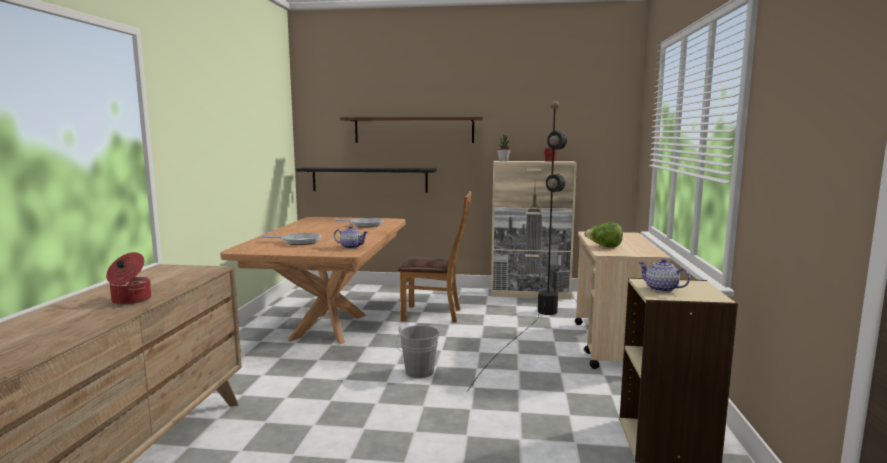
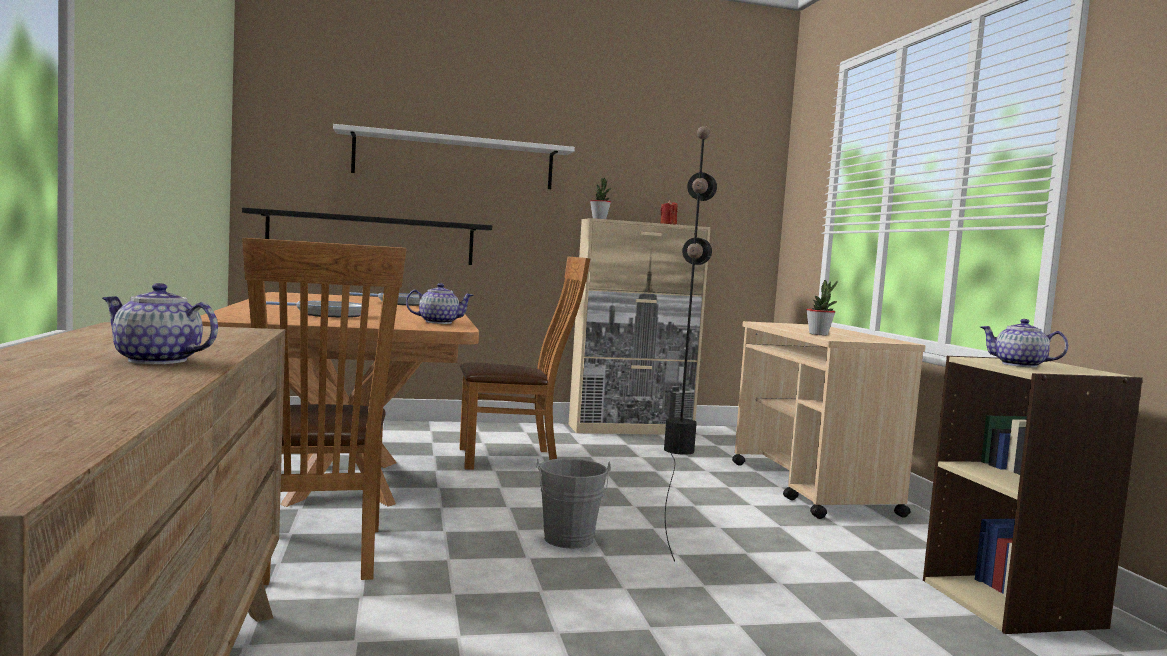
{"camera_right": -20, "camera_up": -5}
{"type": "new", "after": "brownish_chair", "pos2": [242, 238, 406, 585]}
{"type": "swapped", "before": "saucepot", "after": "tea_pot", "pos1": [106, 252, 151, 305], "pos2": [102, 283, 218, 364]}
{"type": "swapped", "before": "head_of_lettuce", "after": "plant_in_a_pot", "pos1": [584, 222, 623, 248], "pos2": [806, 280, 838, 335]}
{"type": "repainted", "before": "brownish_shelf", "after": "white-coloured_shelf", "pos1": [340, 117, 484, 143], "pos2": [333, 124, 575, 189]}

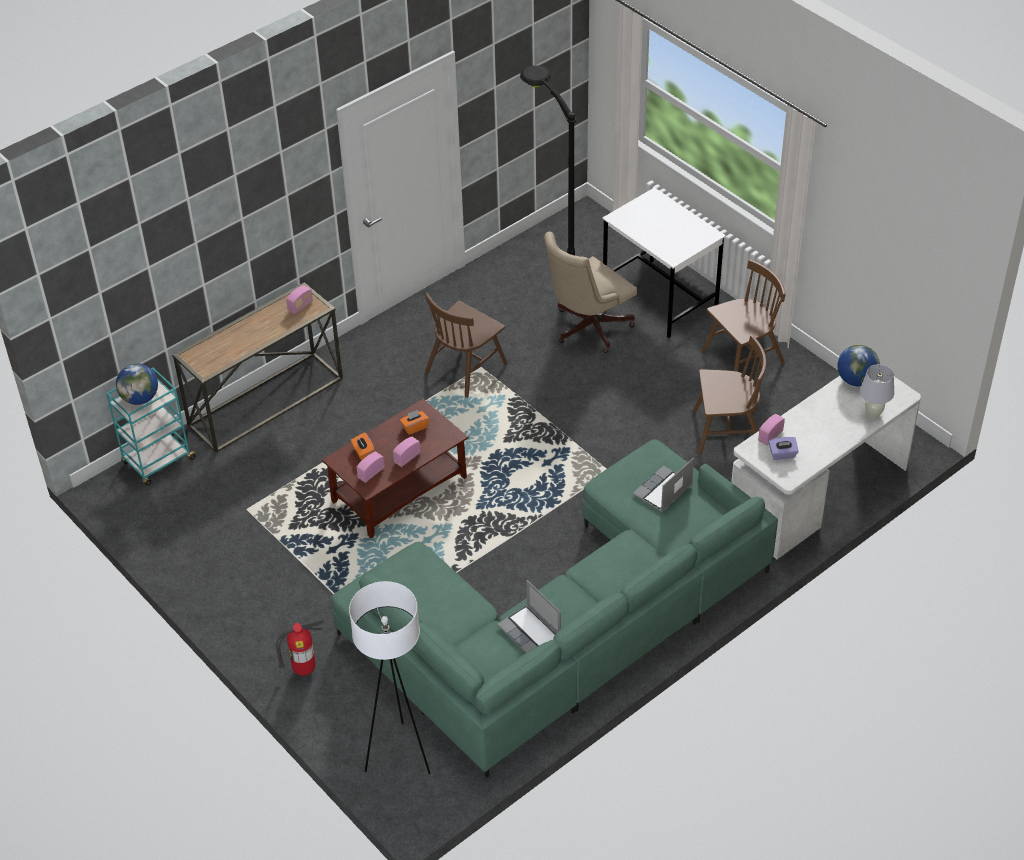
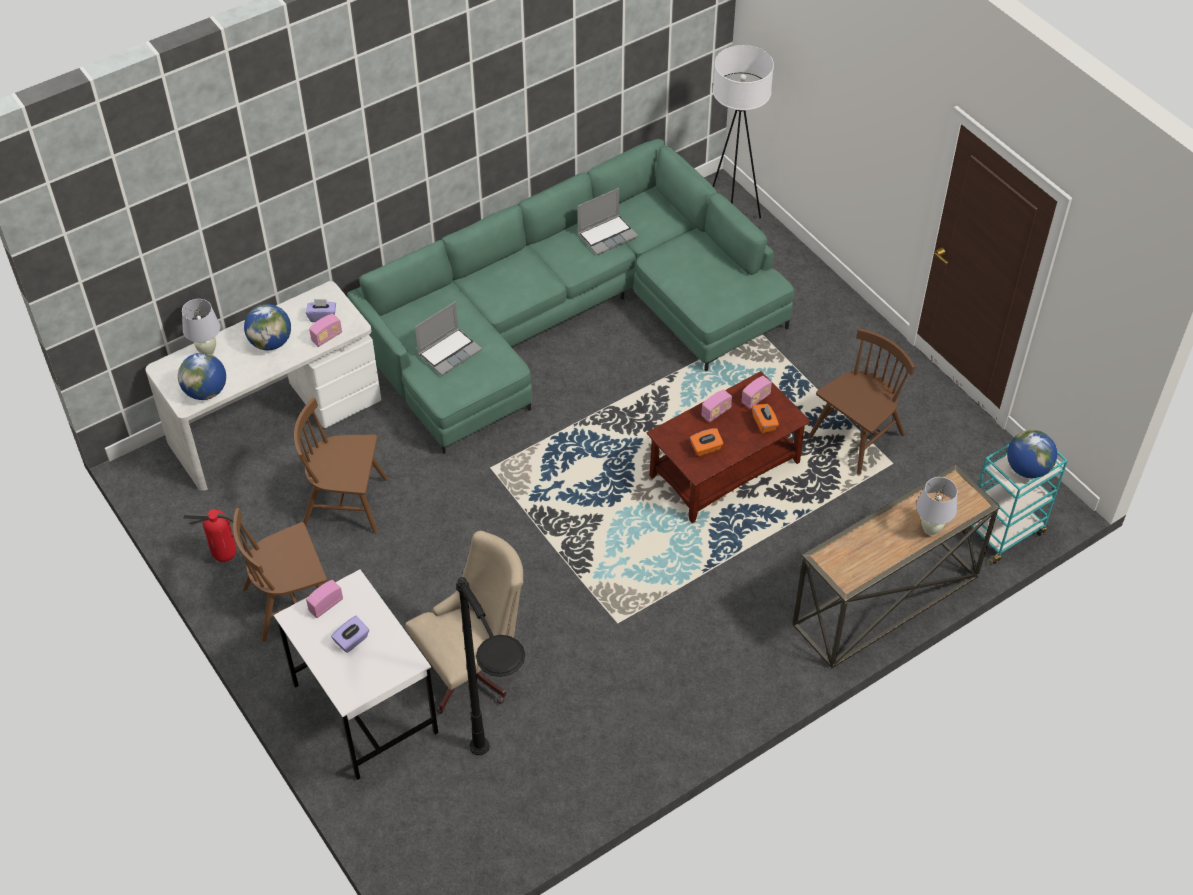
{"camera_right": -175, "camera_up": 5}
{"type": "new", "after": "globe", "pos2": [244, 304, 291, 350]}
{"type": "new", "after": "purple_tissue_holder", "pos2": [331, 616, 370, 653]}
{"type": "new", "after": "white-coloured_tabletop_lamp", "pos2": [916, 477, 957, 536]}
{"type": "shifted", "before": "fire-fighting_cylinder", "pos1": [276, 619, 325, 676], "pos2": [183, 509, 249, 562]}
{"type": "shifted", "before": "radio", "pos1": [286, 285, 313, 314], "pos2": [306, 580, 343, 618]}
{"type": "shifted", "before": "brownish_chair", "pos1": [425, 293, 508, 398], "pos2": [808, 328, 915, 475]}
{"type": "rotated", "before": "laptop", "pos1": [497, 580, 561, 653], "pos2": [577, 188, 638, 255], "turn": 90}

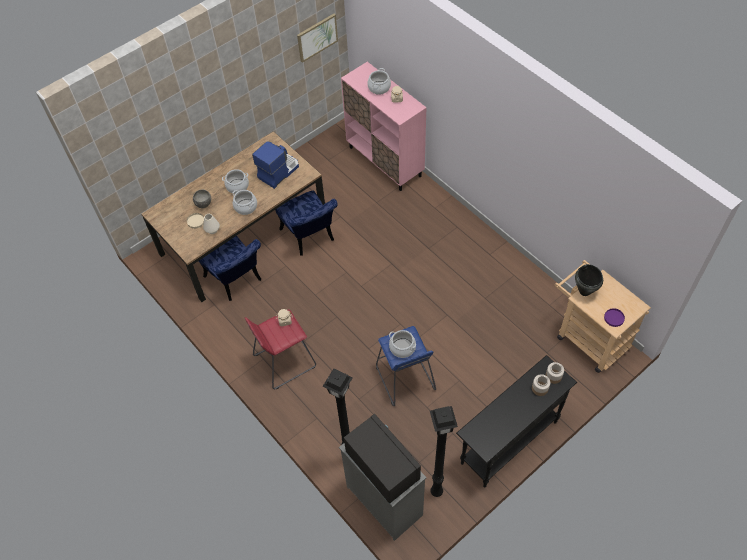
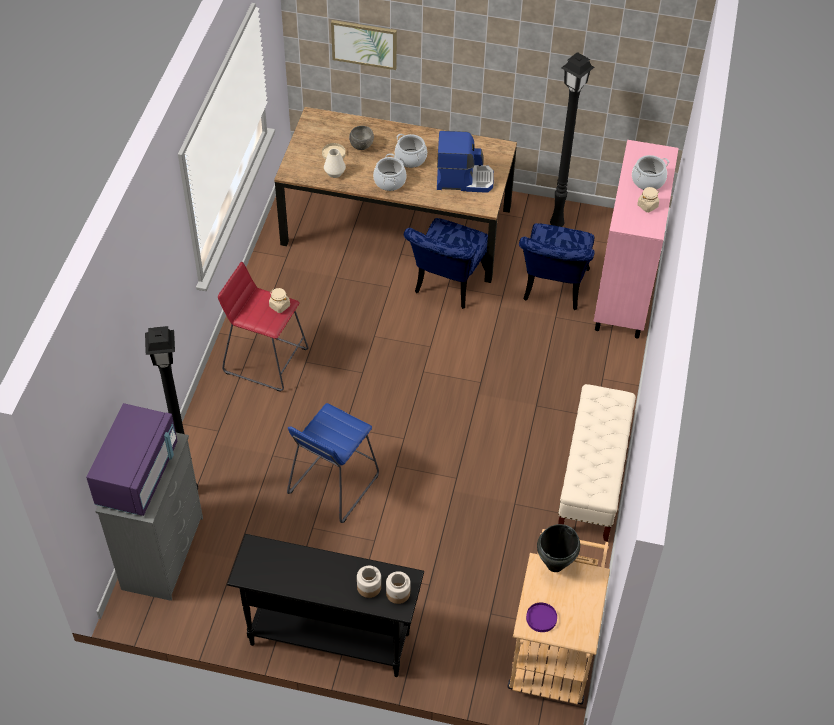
{"camera_right": 50, "camera_up": -5}
{"type": "gone", "before": "saucepot", "pos1": [389, 330, 416, 358]}
{"type": "new", "after": "sand-coloured_indoor_bench", "pos2": [558, 384, 636, 542]}
{"type": "shifted", "before": "blue_chair", "pos1": [198, 236, 261, 301], "pos2": [519, 223, 595, 310]}
{"type": "shifted", "before": "picture", "pos1": [297, 14, 338, 63], "pos2": [331, 20, 397, 70]}
{"type": "shifted", "before": "blackish_floor_lamp", "pos1": [430, 406, 458, 497], "pos2": [550, 52, 595, 227]}
{"type": "repainted", "before": "blackish_microwave", "after": "purple_microwave", "pos1": [344, 414, 421, 504], "pos2": [86, 403, 178, 516]}

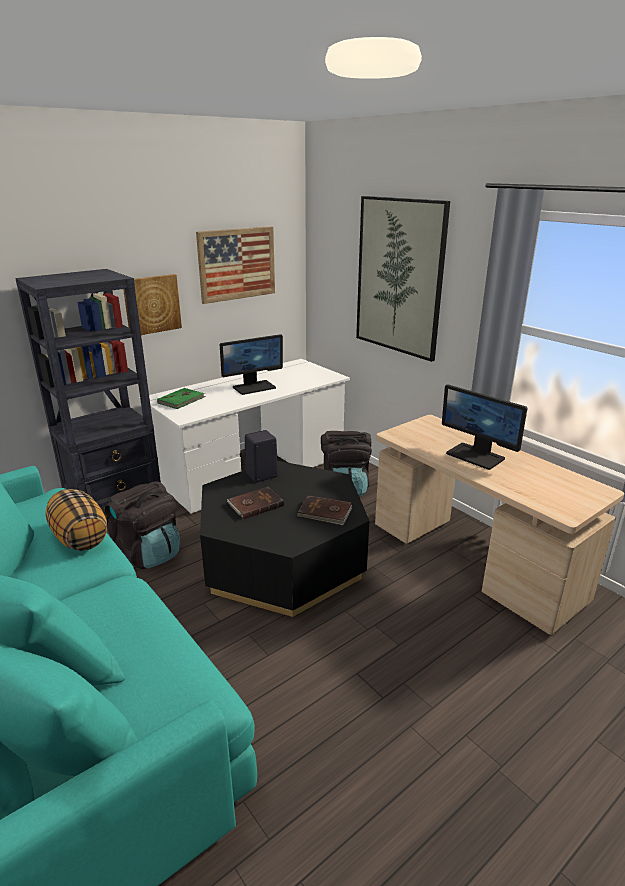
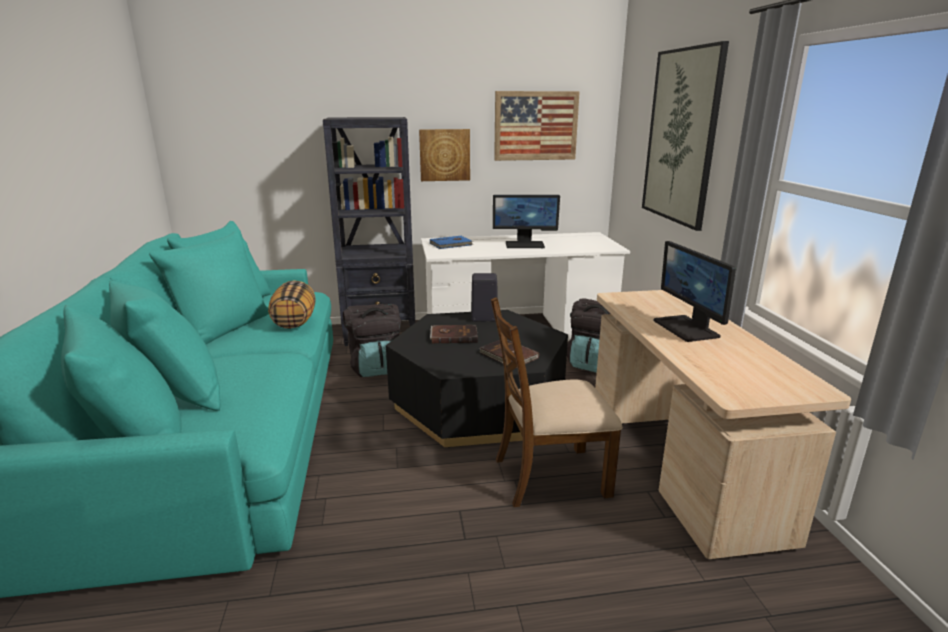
{"camera_right": 30, "camera_up": -5}
{"type": "new", "after": "brownish_chair", "pos2": [491, 297, 623, 507]}
{"type": "repainted", "before": "green_bound_book", "after": "blue_bound_book", "pos1": [157, 388, 206, 409], "pos2": [430, 236, 474, 249]}

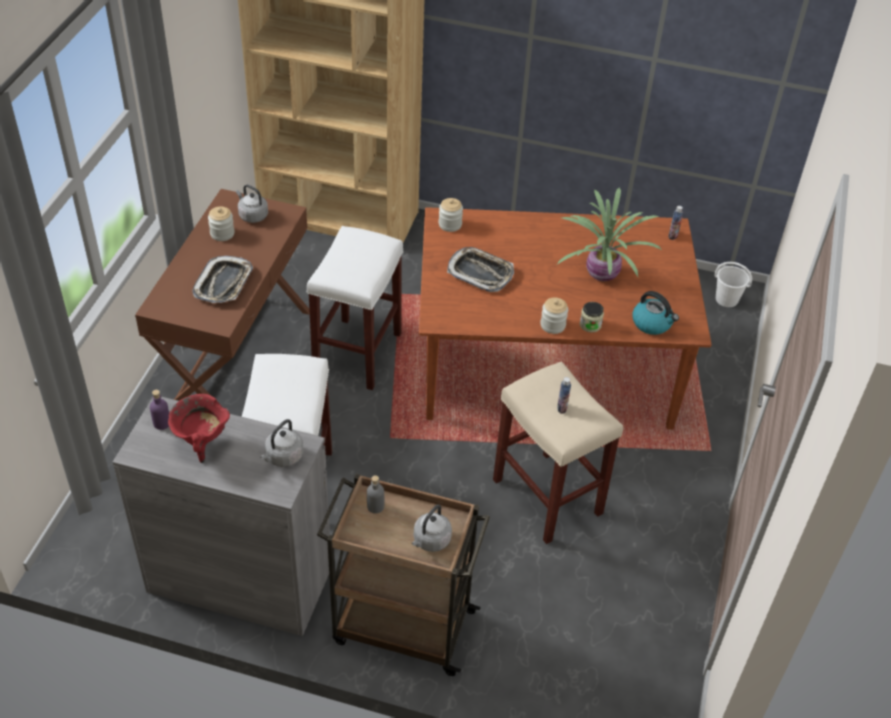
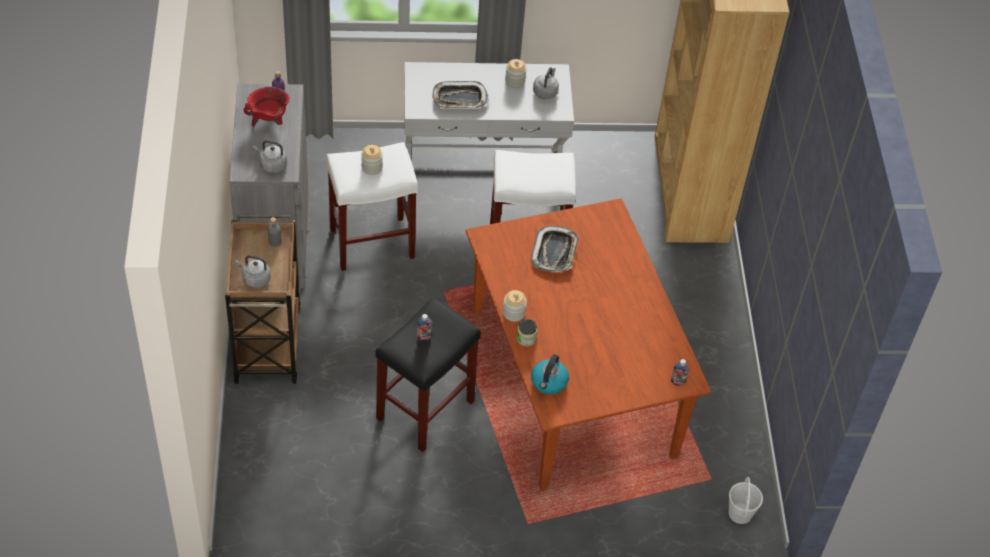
{"camera_right": 70, "camera_up": 5}
{"type": "gone", "before": "plant_in_a_pot", "pos1": [557, 188, 662, 281]}
{"type": "shifted", "before": "preserve_jar", "pos1": [439, 198, 463, 232], "pos2": [361, 145, 383, 175]}
{"type": "repainted", "before": "brownish_console_table", "after": "white-coloured_console_table", "pos1": [135, 189, 310, 401], "pos2": [404, 62, 574, 202]}
{"type": "repainted", "before": "sand-coloured_stool", "after": "blackish_stool", "pos1": [493, 361, 623, 544], "pos2": [375, 297, 481, 452]}

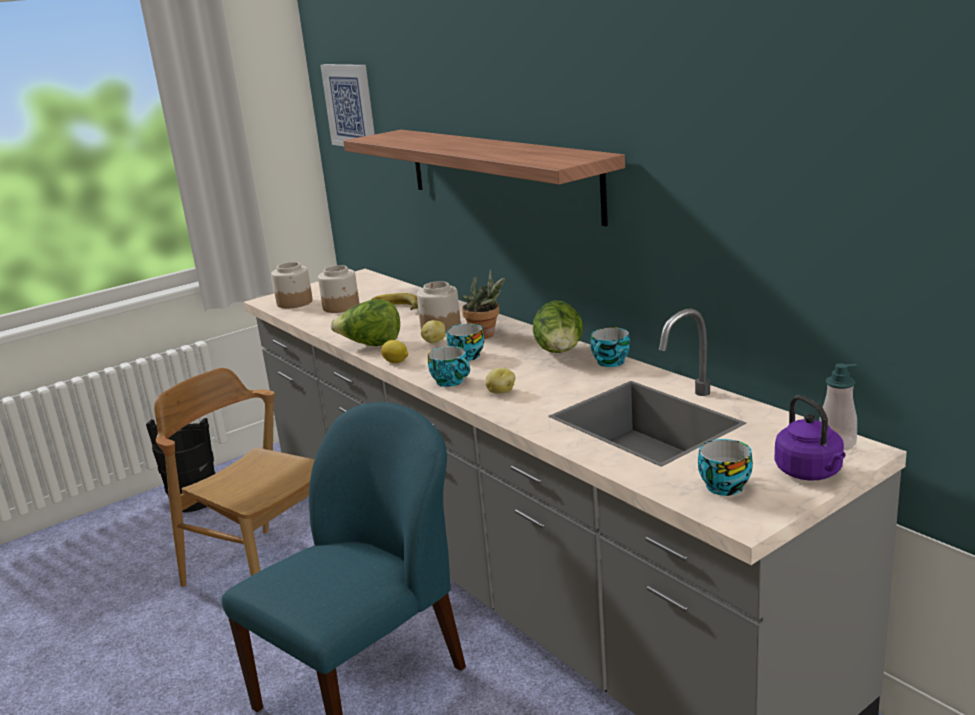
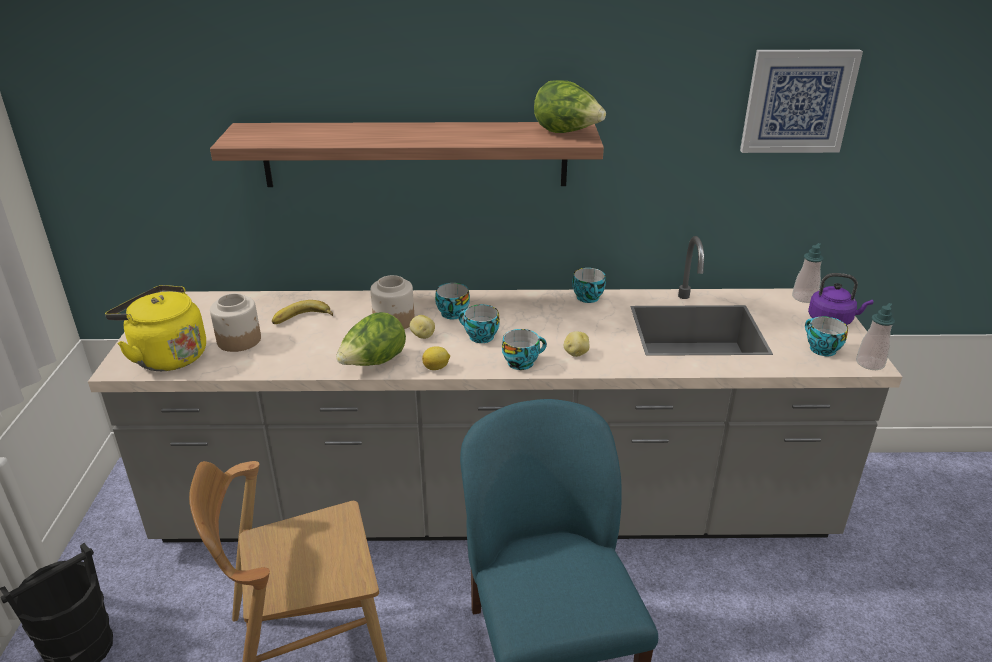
{"camera_right": -55, "camera_up": 10}
{"type": "new", "after": "soap_dispenser", "pos2": [856, 303, 895, 370]}
{"type": "shifted", "before": "picture", "pos1": [320, 64, 375, 146], "pos2": [740, 50, 863, 153]}
{"type": "shifted", "before": "head_of_lettuce", "pos1": [533, 301, 583, 353], "pos2": [534, 80, 606, 133]}
{"type": "swapped", "before": "preserve_jar", "after": "yellow_water_kettle", "pos1": [271, 262, 313, 308], "pos2": [105, 285, 206, 371]}
{"type": "swapped", "before": "plant_in_a_pot", "after": "drinking_cup", "pos1": [462, 269, 505, 339], "pos2": [435, 283, 470, 319]}

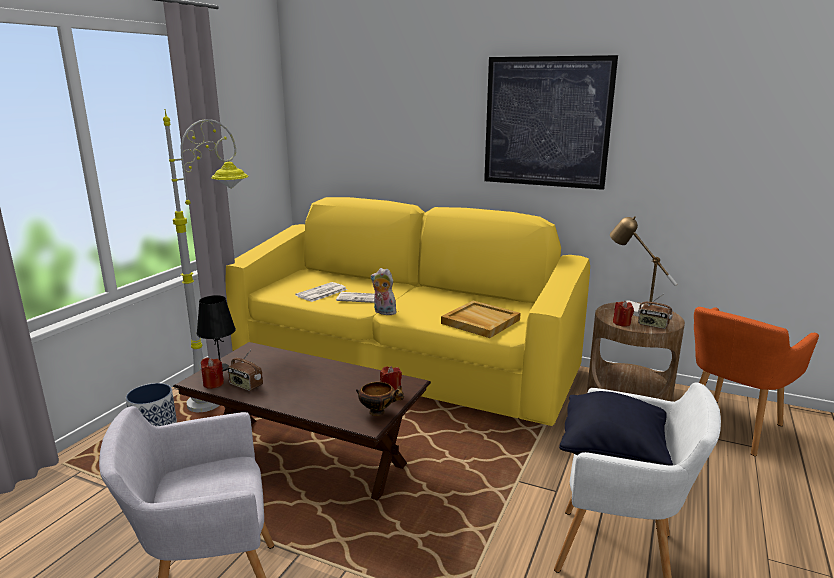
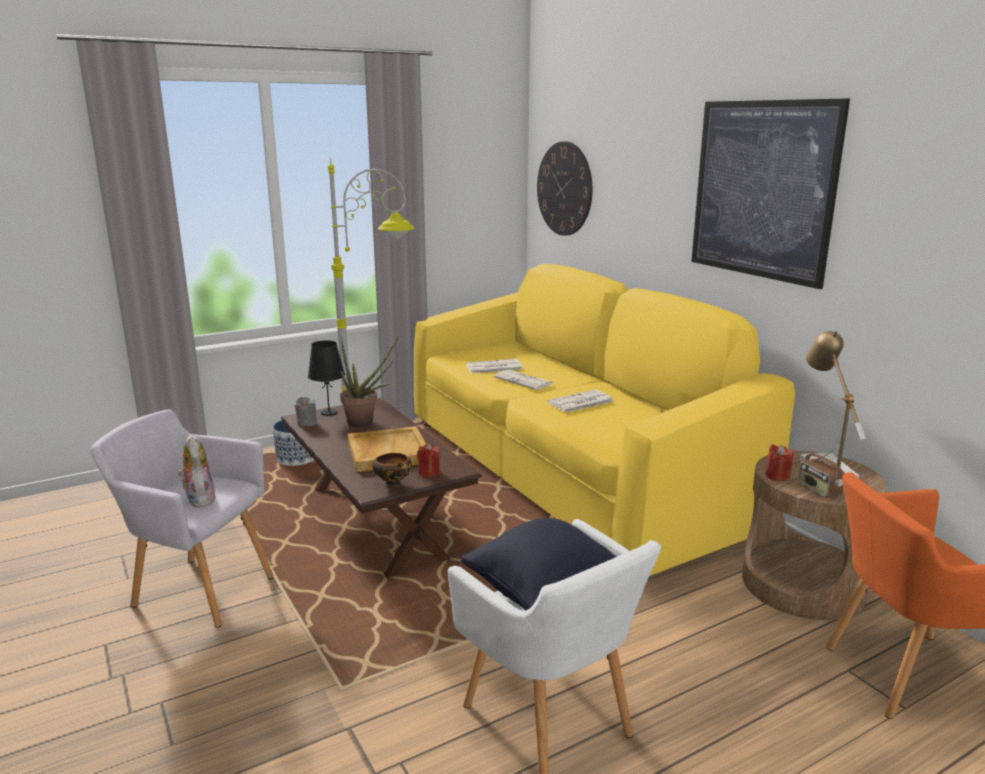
{"camera_right": 35, "camera_up": 0}
{"type": "gone", "before": "radio", "pos1": [227, 350, 263, 391]}
{"type": "new", "after": "plant_in_a_pot", "pos2": [340, 334, 400, 427]}
{"type": "new", "after": "wall_clock", "pos2": [537, 141, 593, 236]}
{"type": "new", "after": "printed_paper", "pos2": [547, 390, 614, 413]}
{"type": "shifted", "before": "soft_toy", "pos1": [371, 268, 396, 315], "pos2": [178, 434, 216, 507]}
{"type": "shifted", "before": "sand-coloured_tray", "pos1": [441, 301, 520, 338], "pos2": [348, 426, 426, 472]}
{"type": "repainted", "before": "red_wax_candle", "after": "greyish_wax_candle", "pos1": [201, 358, 224, 389], "pos2": [295, 397, 317, 427]}

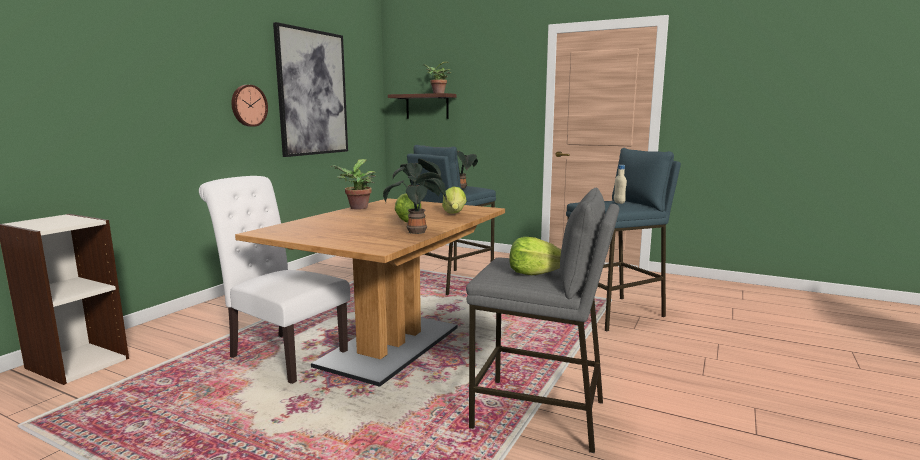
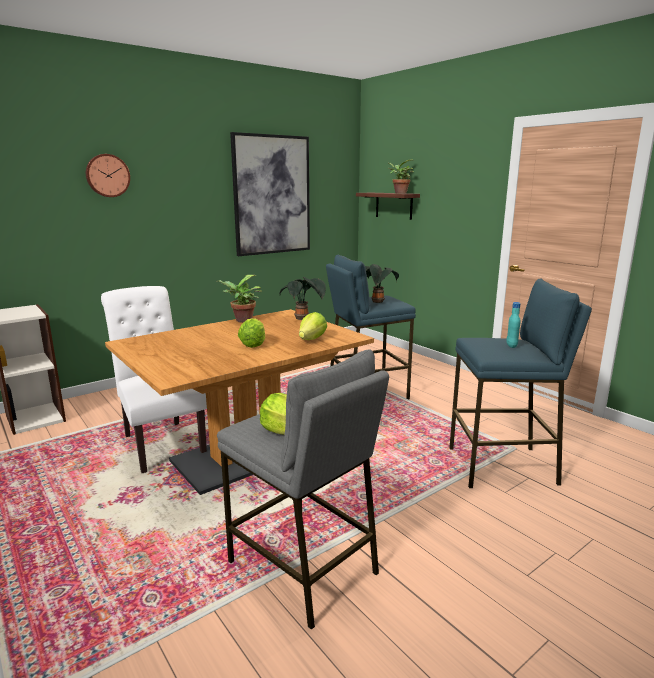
{"camera_right": 25, "camera_up": 5}
{"type": "gone", "before": "plant_in_a_pot", "pos1": [383, 172, 447, 234]}
{"type": "shifted", "before": "wall_clock", "pos1": [231, 85, 268, 127], "pos2": [86, 154, 130, 197]}
{"type": "repainted", "before": "sand-coloured_beverage_bottle", "after": "turquoise_beverage_bottle", "pos1": [614, 165, 627, 204], "pos2": [506, 302, 521, 348]}

